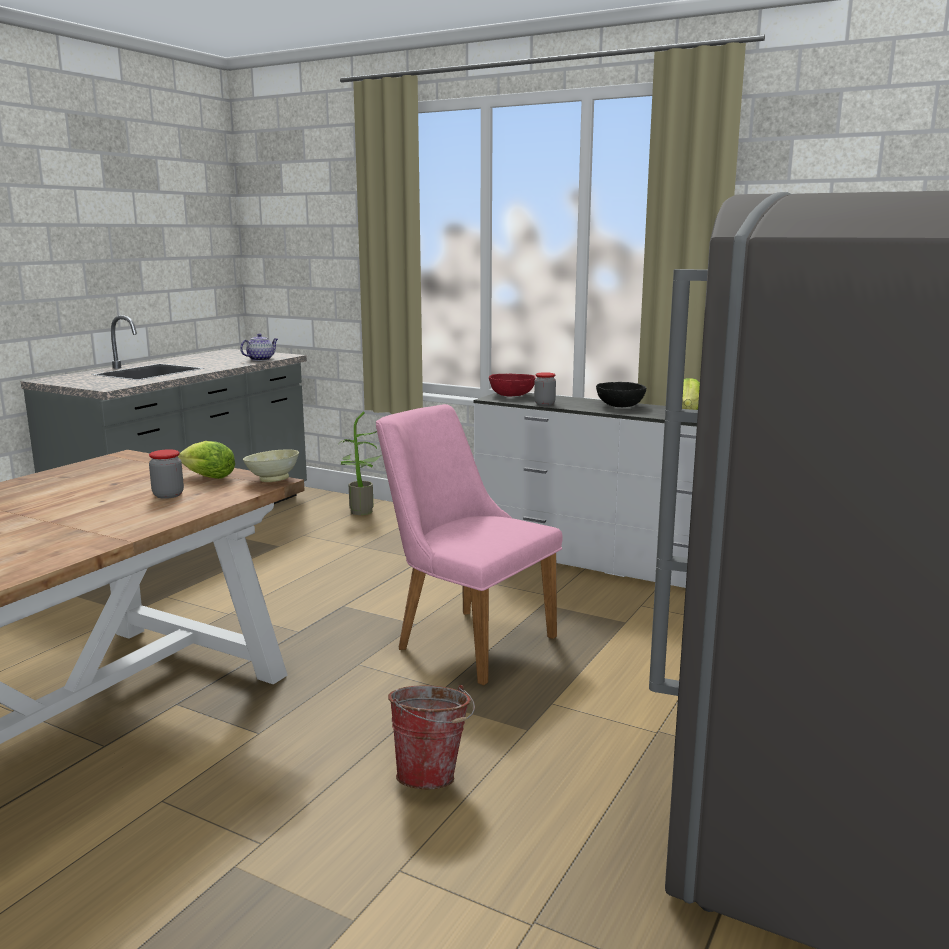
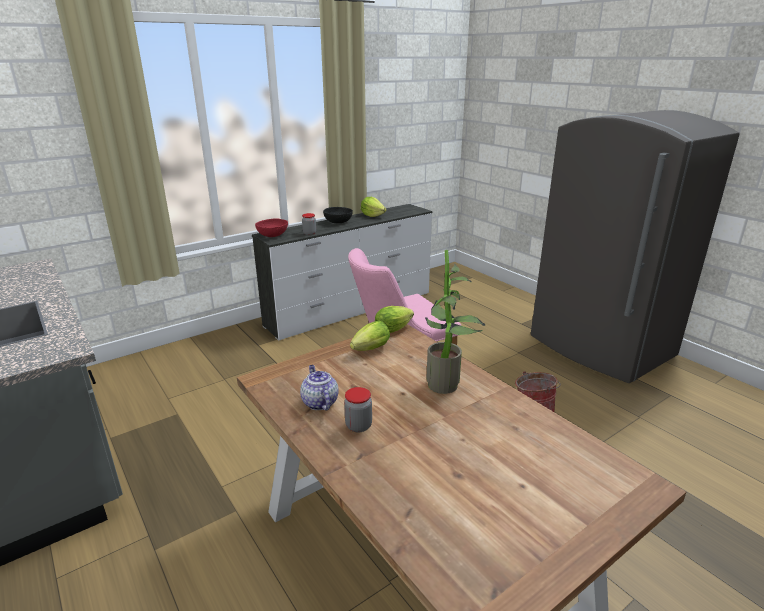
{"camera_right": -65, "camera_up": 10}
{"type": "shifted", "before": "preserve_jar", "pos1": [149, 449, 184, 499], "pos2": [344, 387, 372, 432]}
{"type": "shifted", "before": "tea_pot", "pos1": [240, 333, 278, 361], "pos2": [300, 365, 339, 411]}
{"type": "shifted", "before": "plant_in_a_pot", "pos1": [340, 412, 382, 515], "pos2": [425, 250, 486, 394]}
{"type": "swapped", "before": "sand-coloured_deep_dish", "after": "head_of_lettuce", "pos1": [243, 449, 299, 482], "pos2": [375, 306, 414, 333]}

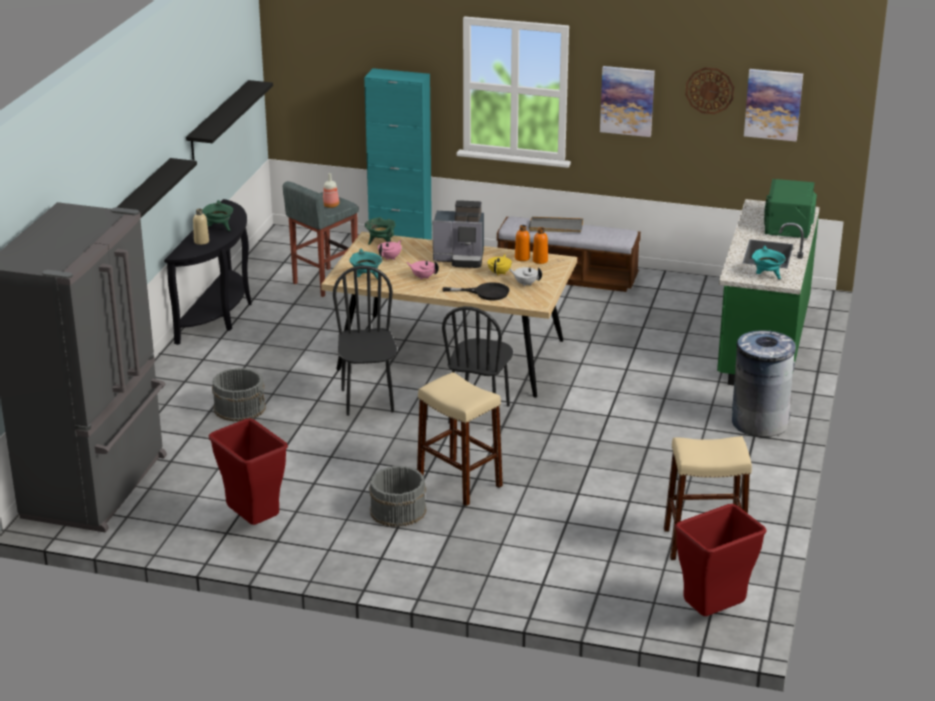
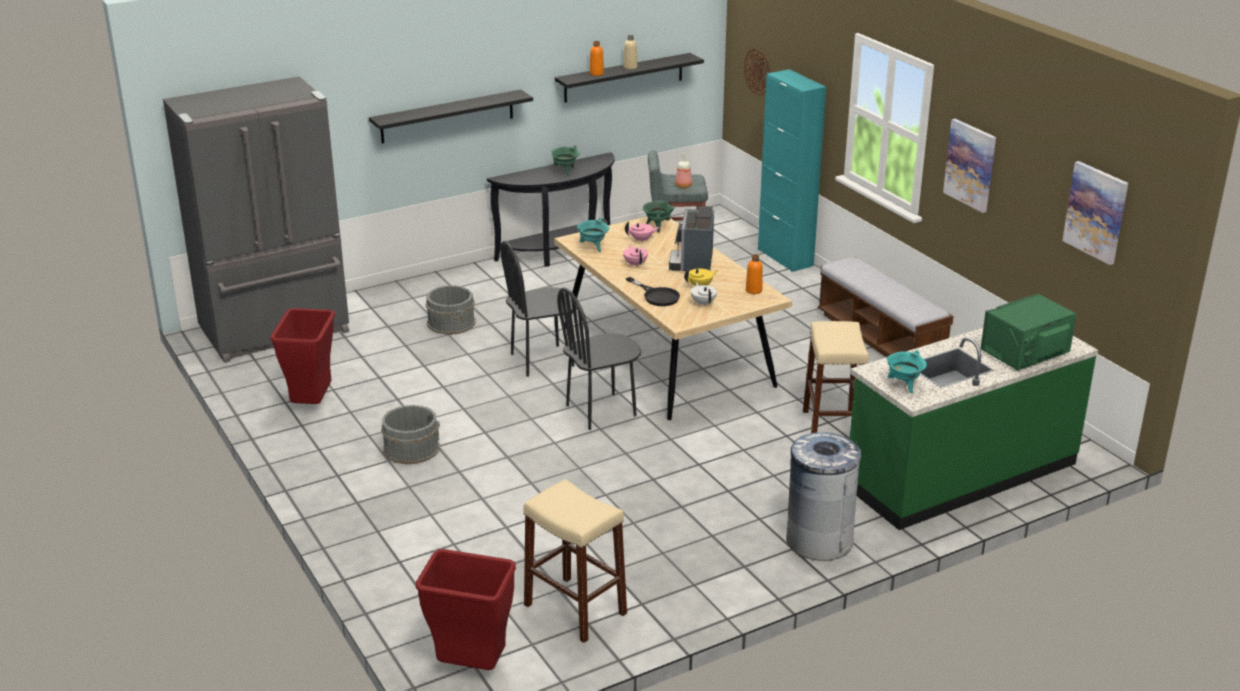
{"camera_right": 45, "camera_up": 0}
{"type": "gone", "before": "greyish_tray", "pos1": [528, 217, 583, 232]}
{"type": "shifted", "before": "sand-coloured_beverage_bottle", "pos1": [193, 209, 209, 245], "pos2": [624, 35, 638, 69]}
{"type": "shifted", "before": "sand-coloured_stool", "pos1": [417, 372, 503, 506], "pos2": [803, 321, 869, 433]}
{"type": "shifted", "before": "orange_beverage_bottle", "pos1": [515, 225, 530, 261], "pos2": [590, 41, 604, 76]}
{"type": "shifted", "before": "wall_clock", "pos1": [685, 67, 734, 114], "pos2": [744, 48, 771, 96]}
{"type": "rotated", "before": "blackish_chair", "pos1": [333, 265, 397, 416], "pos2": [500, 241, 577, 377], "turn": -150}
{"type": "rotated", "before": "coffee_brewer", "pos1": [433, 200, 484, 268], "pos2": [669, 206, 714, 271], "turn": 45}

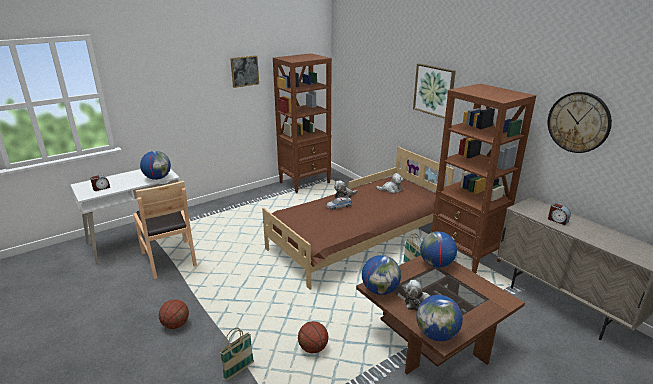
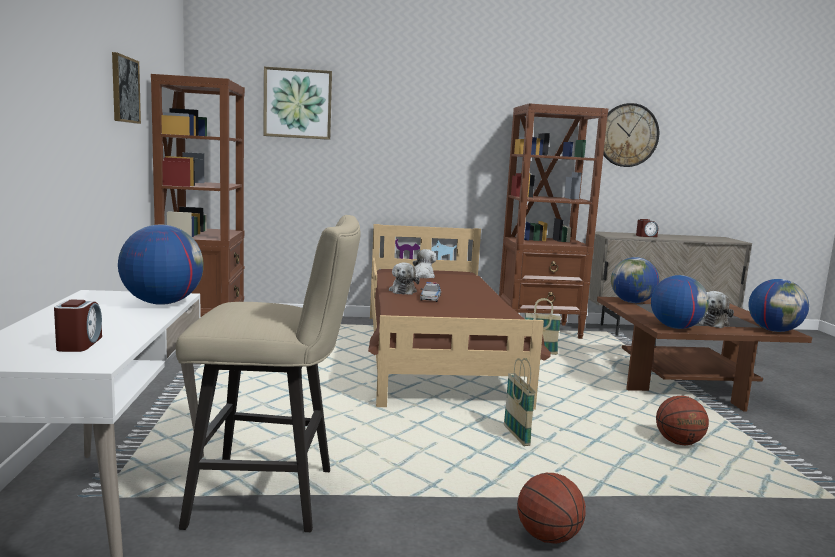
{"camera_right": -60, "camera_up": -15}
{"type": "shifted", "before": "storage_basket", "pos1": [219, 328, 254, 381], "pos2": [504, 358, 536, 446]}
{"type": "shifted", "before": "picture", "pos1": [413, 63, 456, 119], "pos2": [263, 67, 332, 140]}
{"type": "swapped", "before": "brownish_chair", "after": "sand-coloured_stool", "pos1": [133, 181, 197, 279], "pos2": [176, 215, 361, 532]}

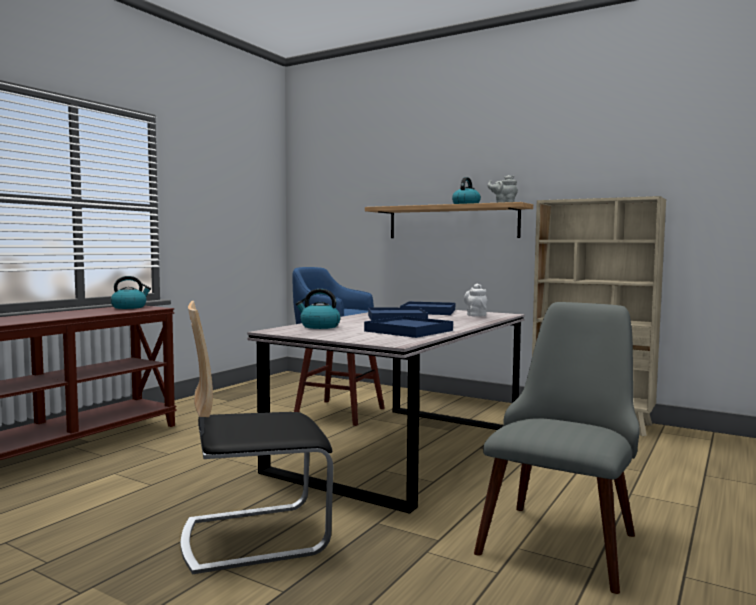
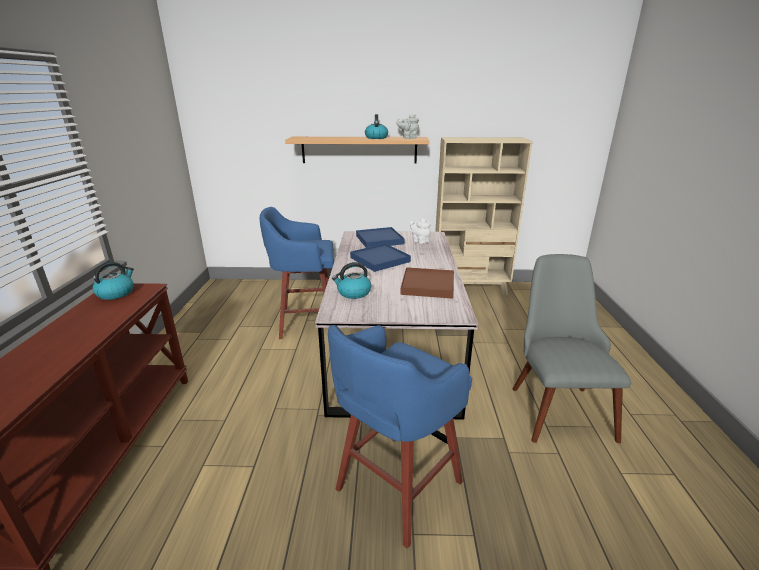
{"camera_right": -30, "camera_up": 20}
{"type": "swapped", "before": "chair", "after": "blue_stool", "pos1": [180, 301, 333, 574], "pos2": [328, 325, 472, 548]}
{"type": "repainted", "before": "blue_tray", "after": "brownish_tray", "pos1": [364, 316, 453, 338], "pos2": [400, 267, 454, 299]}

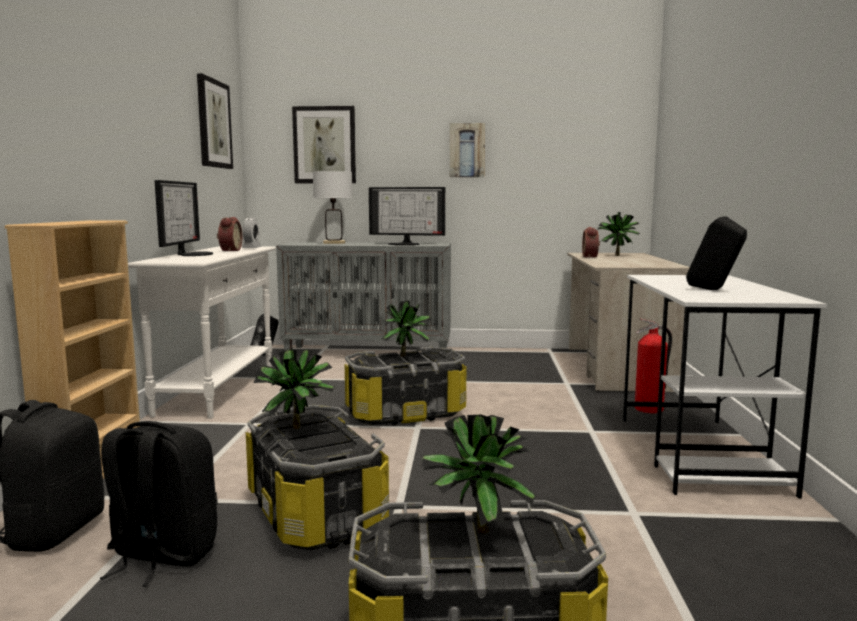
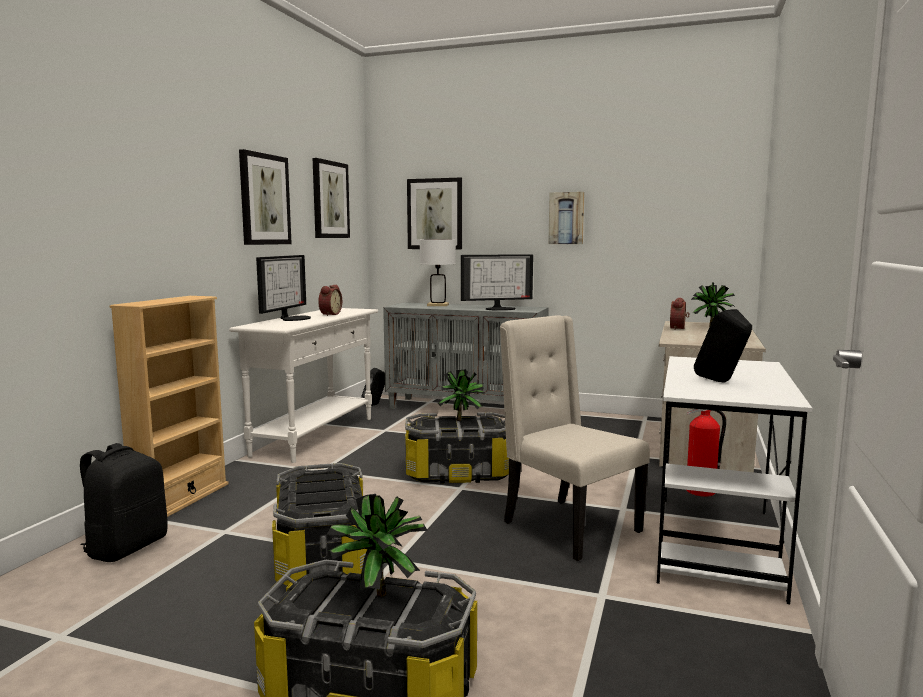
{"camera_right": 15, "camera_up": 0}
{"type": "gone", "before": "blackish_rucksack", "pos1": [100, 421, 218, 587]}
{"type": "gone", "before": "bedside_clock", "pos1": [242, 218, 262, 248]}
{"type": "gone", "before": "plant_in_a_pot", "pos1": [253, 348, 336, 429]}
{"type": "new", "after": "picture", "pos2": [239, 149, 292, 245]}
{"type": "new", "after": "sand-coloured_chair", "pos2": [500, 315, 650, 561]}
{"type": "rotated", "before": "computer_display", "pos1": [369, 187, 445, 245], "pos2": [461, 254, 533, 311], "turn": -45}

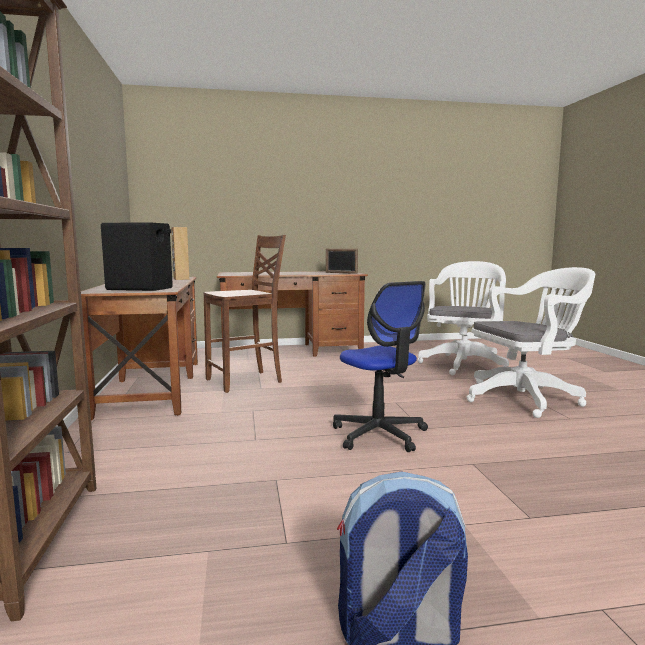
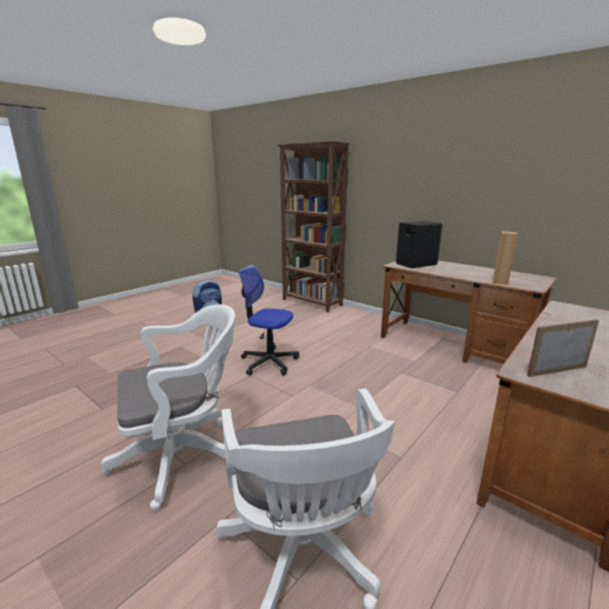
{"camera_right": 140, "camera_up": 10}
{"type": "gone", "before": "brownish_chair", "pos1": [204, 235, 286, 393]}
{"type": "rotated", "before": "white-coloured_office_chair", "pos1": [467, 267, 595, 418], "pos2": [101, 304, 235, 511], "turn": -150}

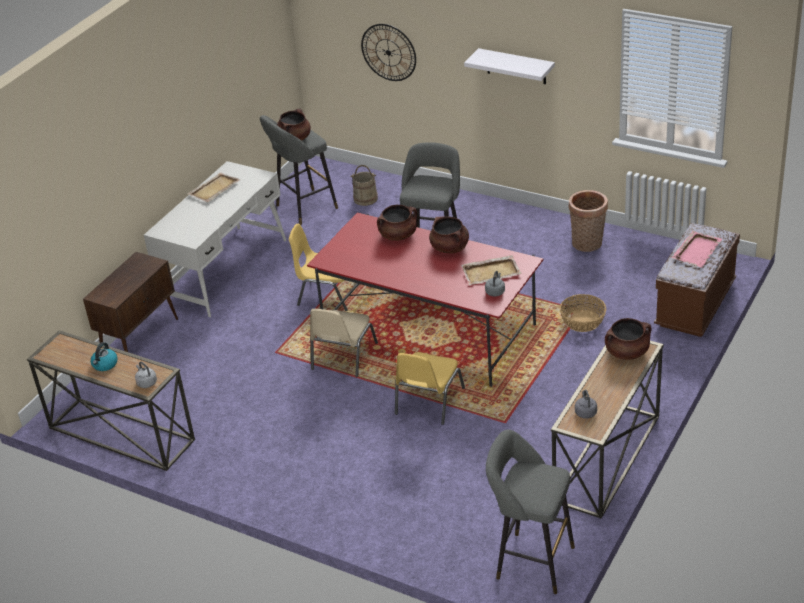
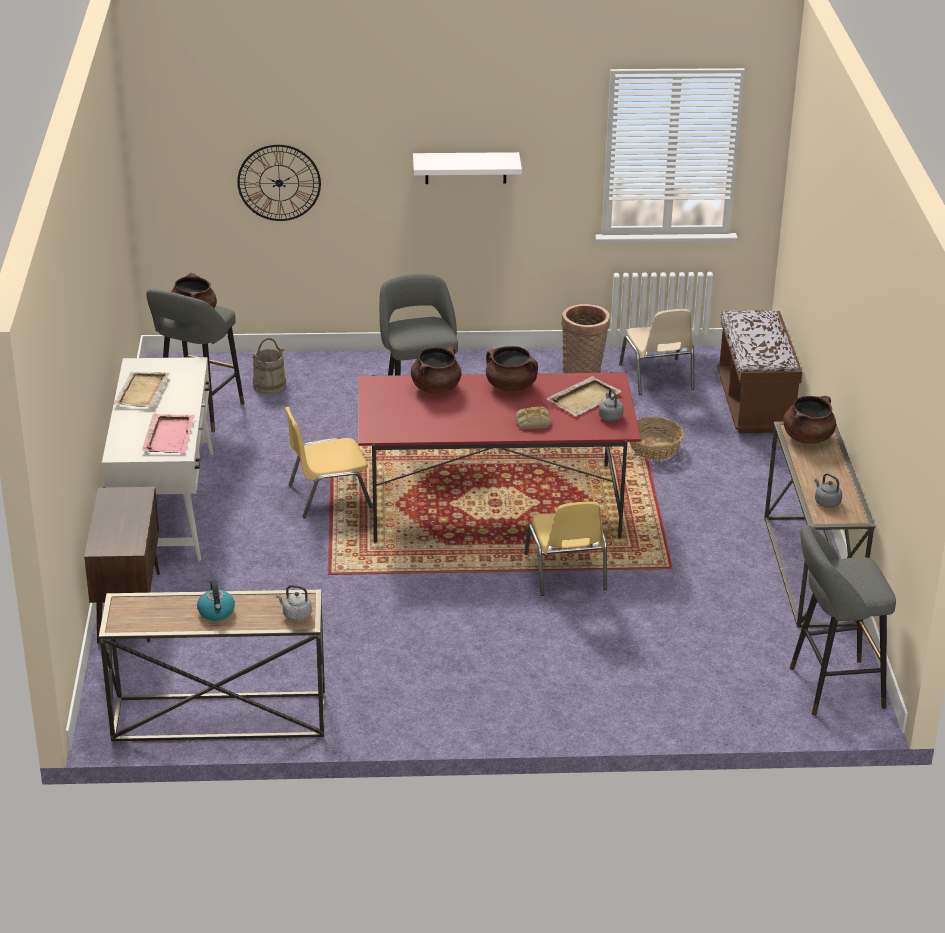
{"camera_right": -35, "camera_up": -5}
{"type": "new", "after": "bread", "pos2": [516, 407, 550, 429]}
{"type": "shifted", "before": "sand-coloured_chair", "pos1": [310, 309, 378, 377], "pos2": [619, 309, 694, 395]}
{"type": "shifted", "before": "pink_tray", "pos1": [672, 231, 722, 268], "pos2": [142, 414, 195, 453]}

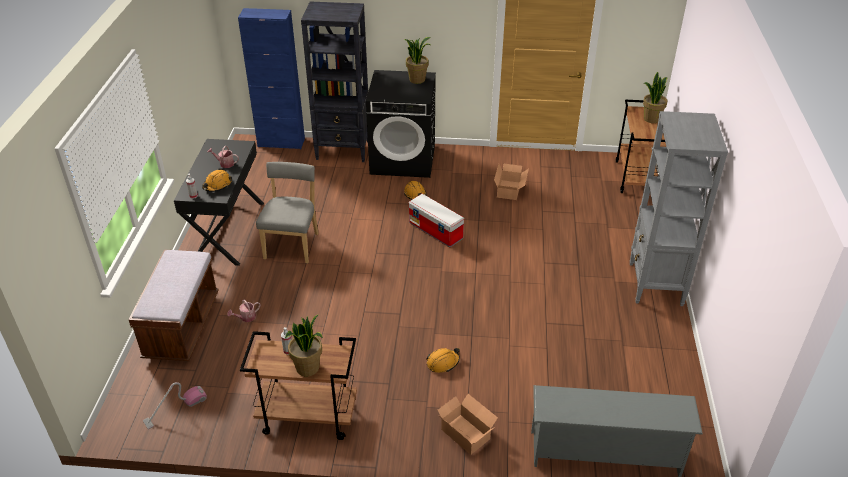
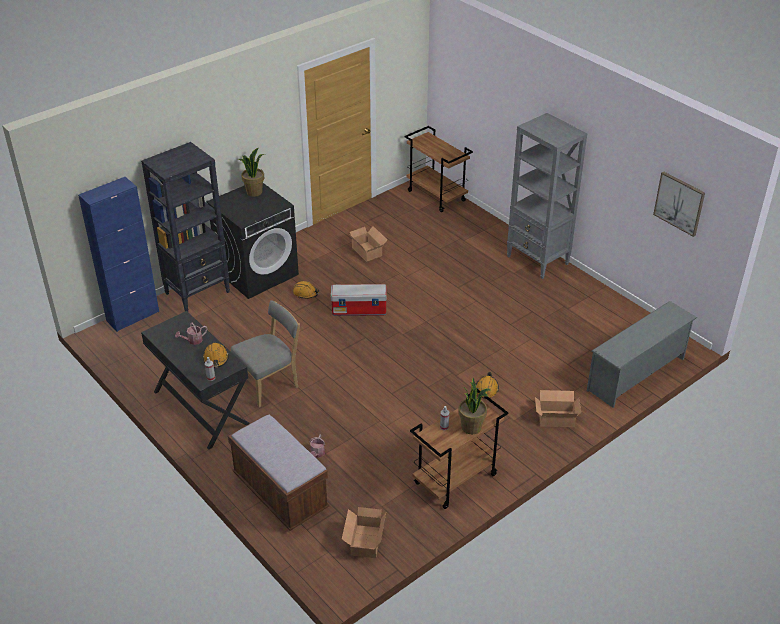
{"camera_right": -45, "camera_up": 0}
{"type": "gone", "before": "plant_in_a_pot", "pos1": [643, 72, 668, 123]}
{"type": "new", "after": "picture", "pos2": [653, 171, 705, 237]}
{"type": "swapped", "before": "vacuum_cleaner", "after": "carton", "pos1": [143, 382, 207, 429], "pos2": [342, 507, 386, 558]}
{"type": "rotated", "before": "greyish_chair", "pos1": [256, 162, 319, 263], "pos2": [231, 300, 300, 407], "turn": 90}

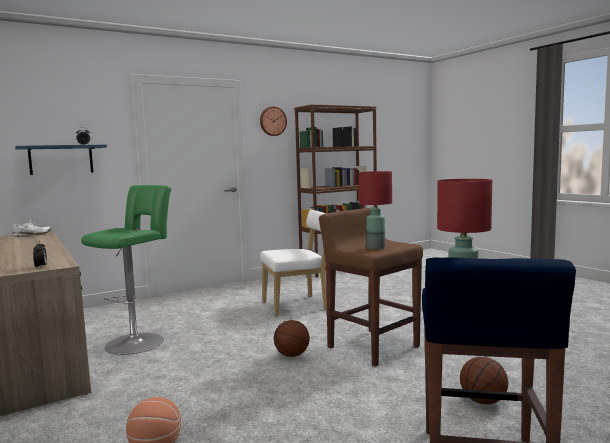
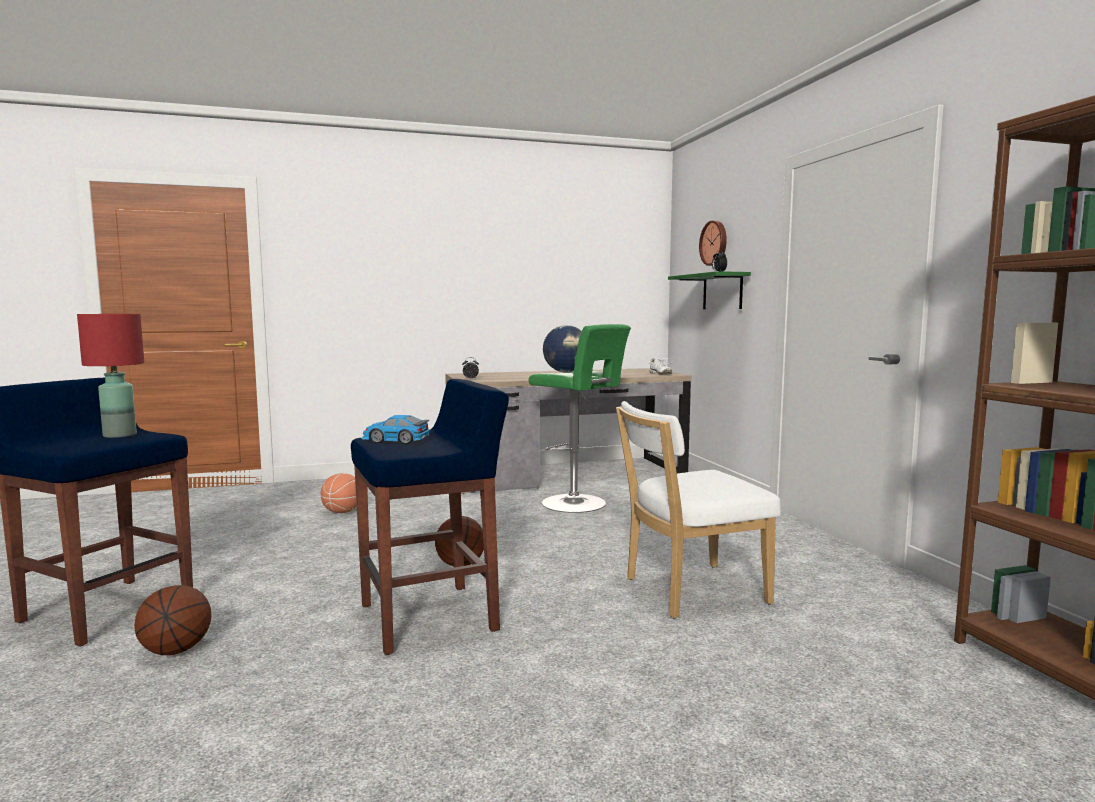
{"camera_right": 105, "camera_up": 0}
{"type": "new", "after": "globe", "pos2": [543, 325, 582, 372]}
{"type": "shifted", "before": "wall_clock", "pos1": [260, 106, 287, 136], "pos2": [699, 221, 727, 266]}
{"type": "swapped", "before": "red_tabletop_lamp", "after": "miniature_car", "pos1": [358, 171, 392, 249], "pos2": [361, 415, 430, 444]}
{"type": "repainted", "before": "blue_shelf", "after": "green_shelf", "pos1": [15, 145, 107, 175], "pos2": [668, 271, 751, 309]}
{"type": "repainted", "before": "brownish_stool", "after": "blue_stool", "pos1": [319, 208, 423, 367], "pos2": [351, 379, 509, 655]}
{"type": "rotated", "before": "white-coloured_chair", "pos1": [260, 210, 327, 317], "pos2": [616, 401, 781, 618], "turn": 75}

